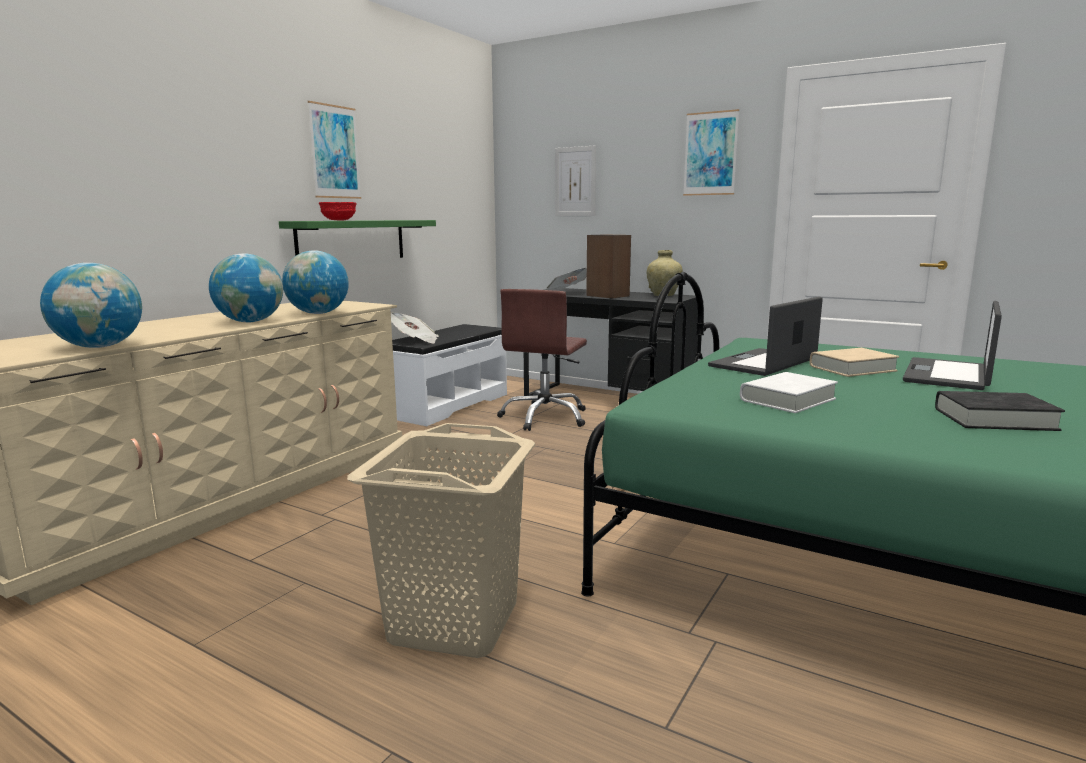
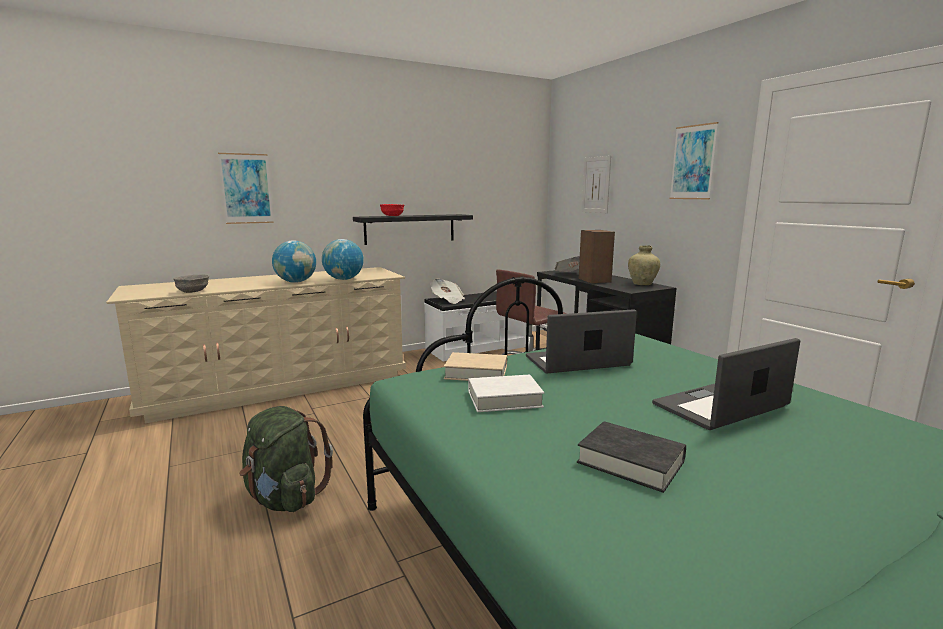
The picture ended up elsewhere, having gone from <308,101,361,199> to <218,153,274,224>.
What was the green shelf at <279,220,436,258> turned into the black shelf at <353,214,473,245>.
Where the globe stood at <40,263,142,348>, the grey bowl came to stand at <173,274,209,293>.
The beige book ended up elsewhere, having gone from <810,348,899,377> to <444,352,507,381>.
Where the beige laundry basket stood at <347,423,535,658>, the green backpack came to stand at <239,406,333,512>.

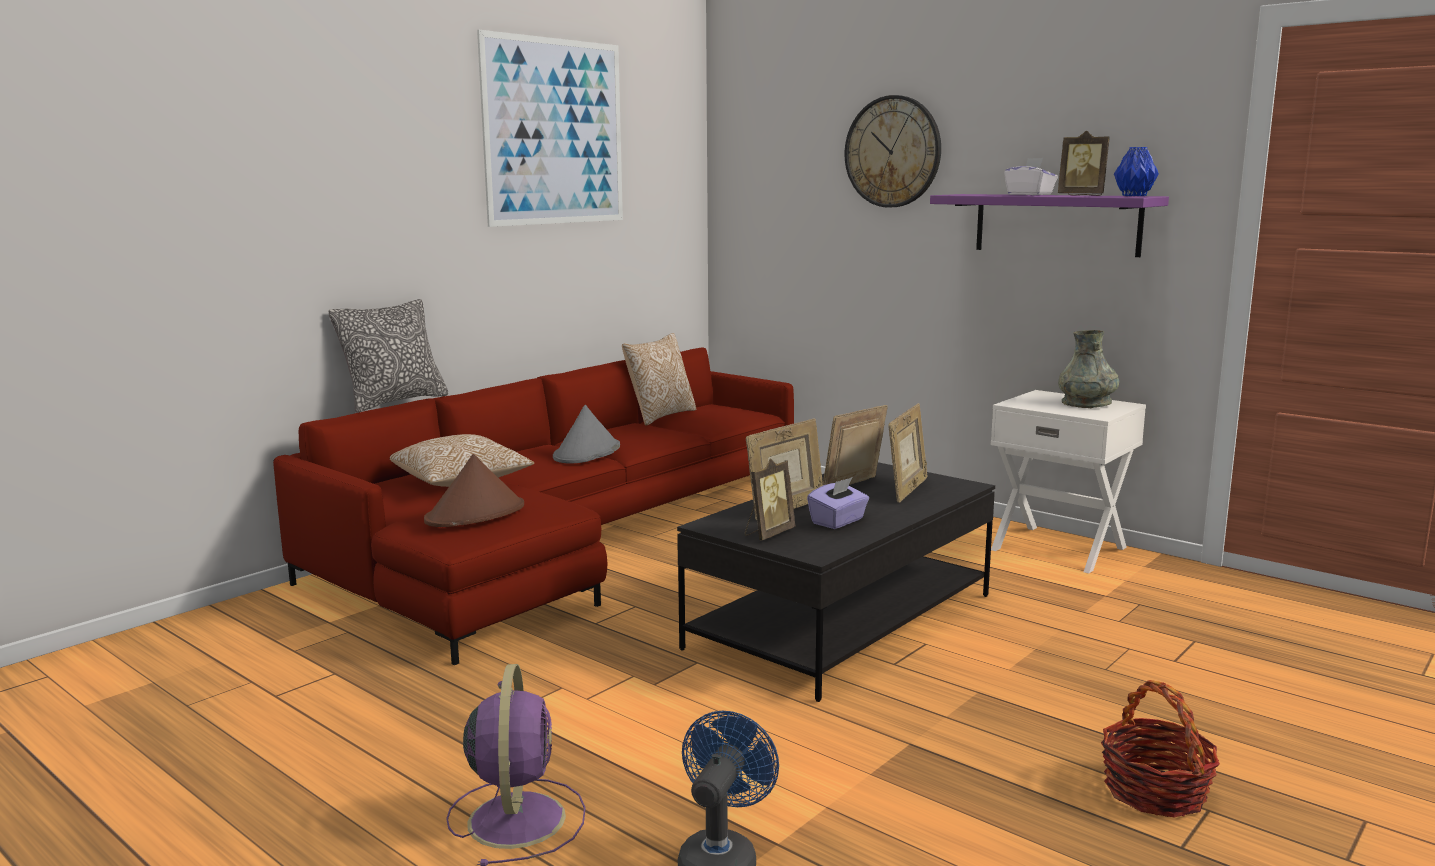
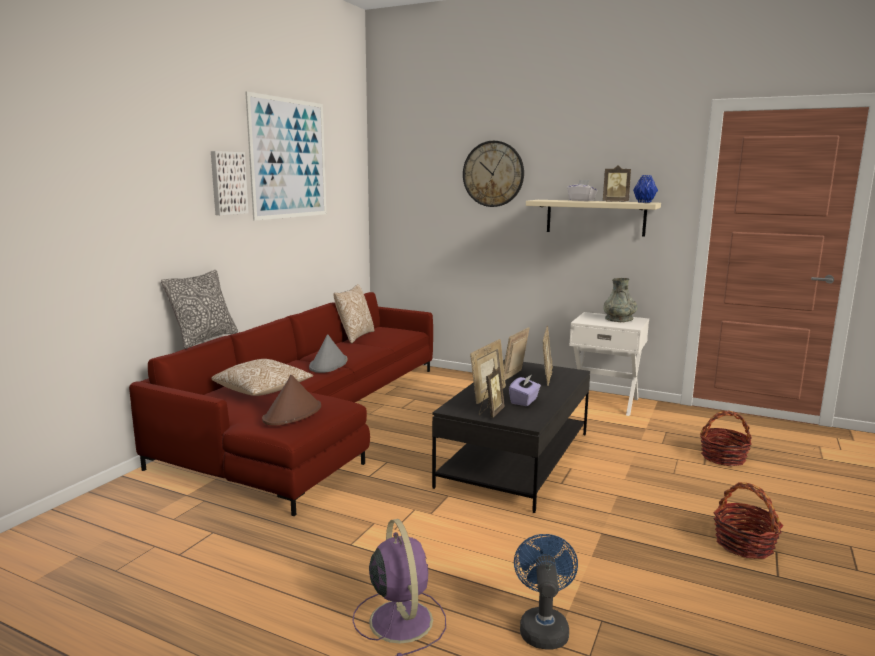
What was the purple shelf at <930,194,1169,257> turned into the beige shelf at <526,200,661,237>.
The second view gained the picture at <211,151,249,215>.
The second view gained the basket at <700,410,752,466>.

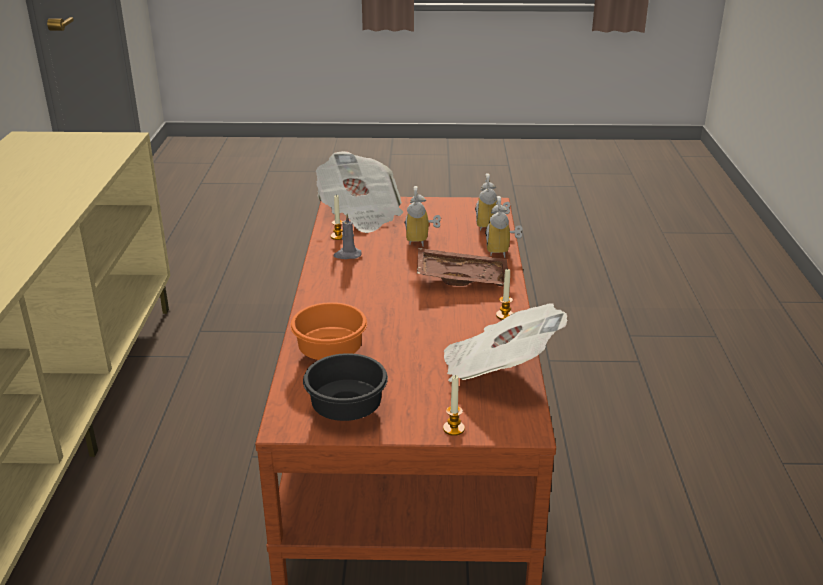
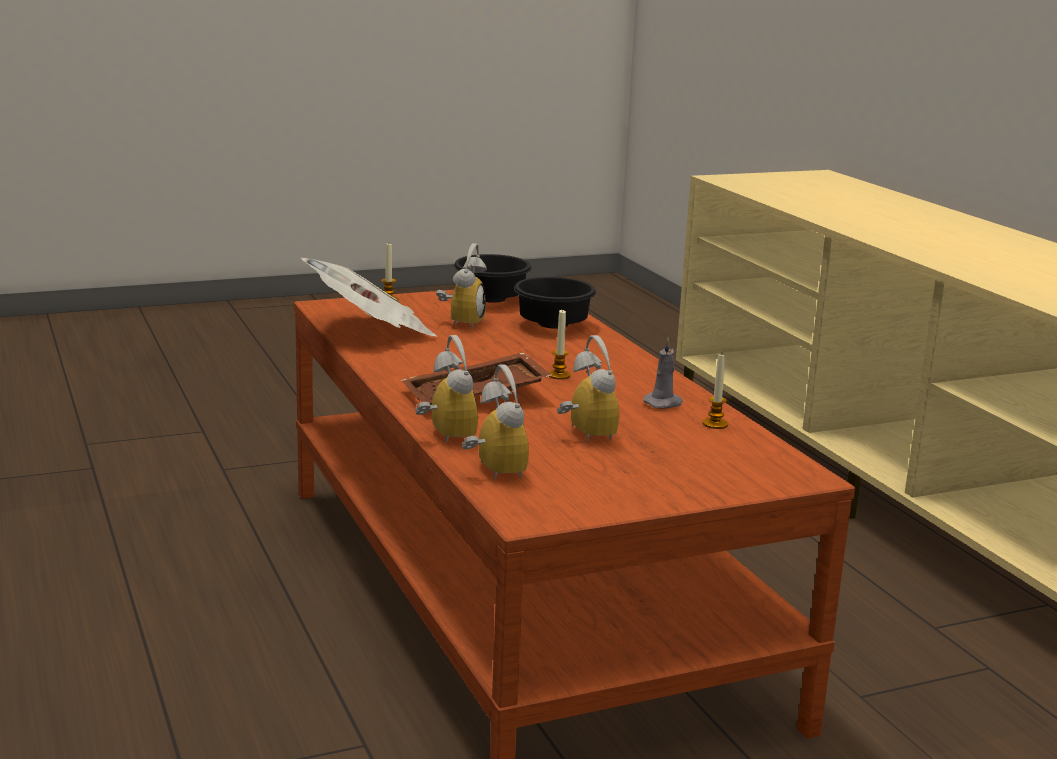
The second view lost the newspaper at <316,151,403,233>.
The candle ended up elsewhere, having gone from <496,269,513,320> to <549,309,571,379>.
What was the orange bowl at <290,302,367,360> turned into the black bowl at <514,277,596,329>.
The second view gained the alarm clock at <436,243,487,329>.

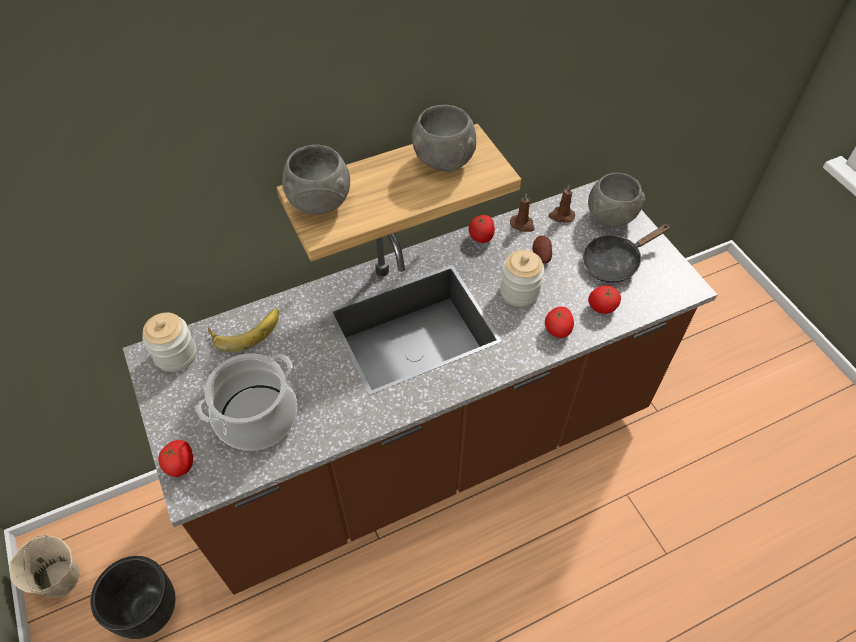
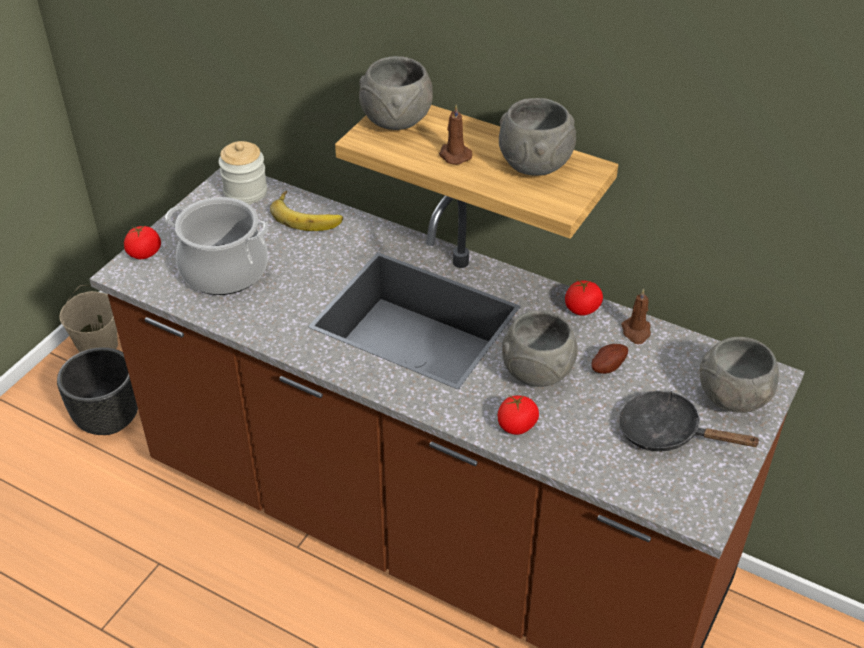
The brown candle ended up elsewhere, having gone from <549,185,575,223> to <439,105,472,165>.
Where the jar stood at <500,250,544,307>, the grey bowl came to stand at <502,310,578,387>.
The second view lost the tomato at <588,285,621,314>.

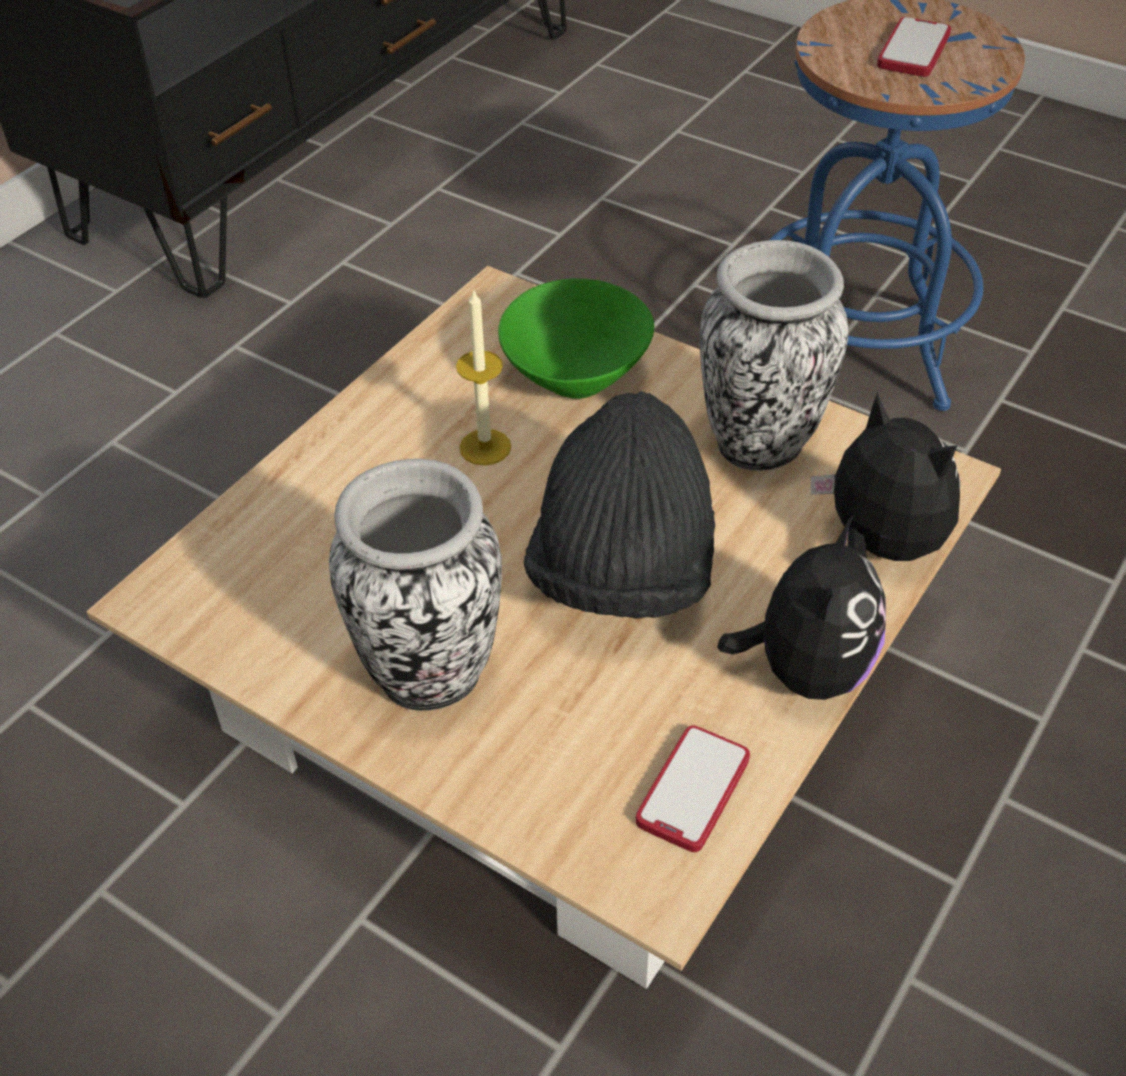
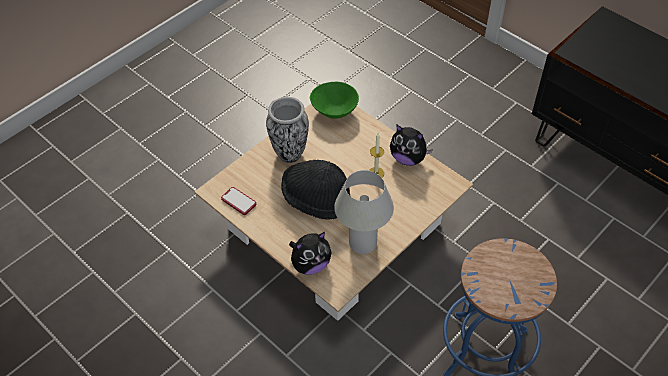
The second view lost the phone at <877,17,951,77>.
Where the vase stood at <700,240,848,471>, the white table lamp came to stand at <334,170,394,254>.
The green bowl ended up elsewhere, having gone from <498,279,654,399> to <310,82,359,119>.
The plush toy ended up elsewhere, having gone from <717,514,886,700> to <390,124,433,166>.

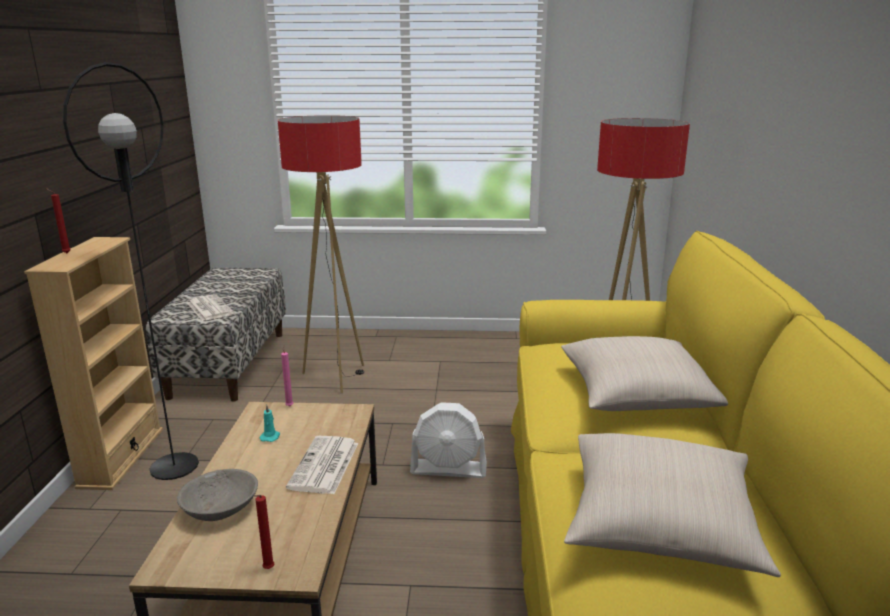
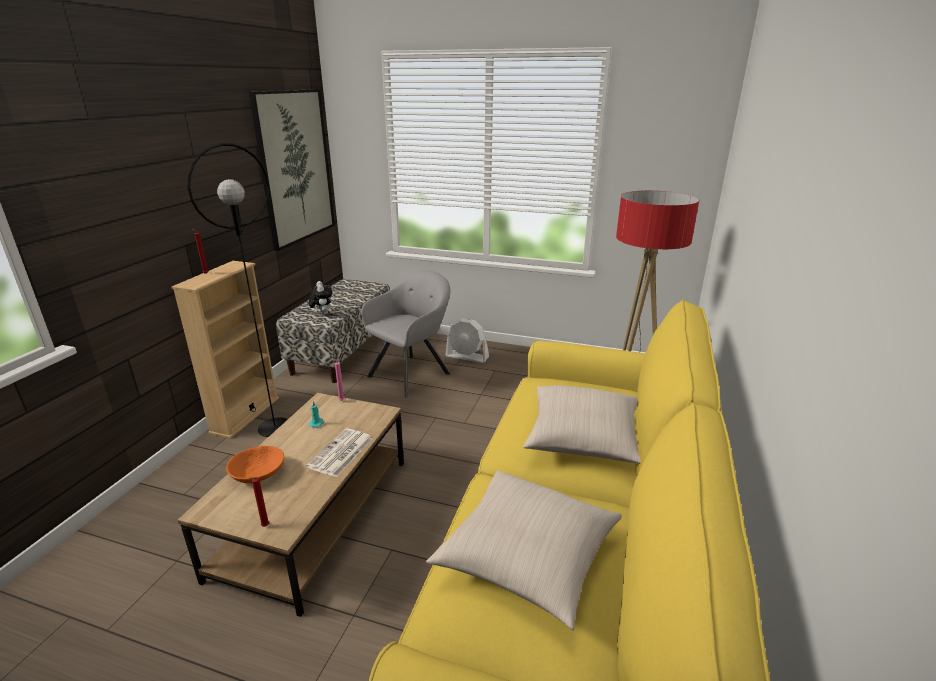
Where the floor lamp stood at <278,115,364,393>, the grey armchair came to stand at <361,270,451,397>.
Where the newspaper stood at <187,294,234,321>, the plush toy came to stand at <309,281,332,315>.
The white fan ended up elsewhere, having gone from <410,402,487,478> to <446,318,489,363>.
What was the grey bowl at <177,469,258,521> turned into the orange bowl at <226,446,284,483>.
The second view gained the picture at <249,89,335,251>.

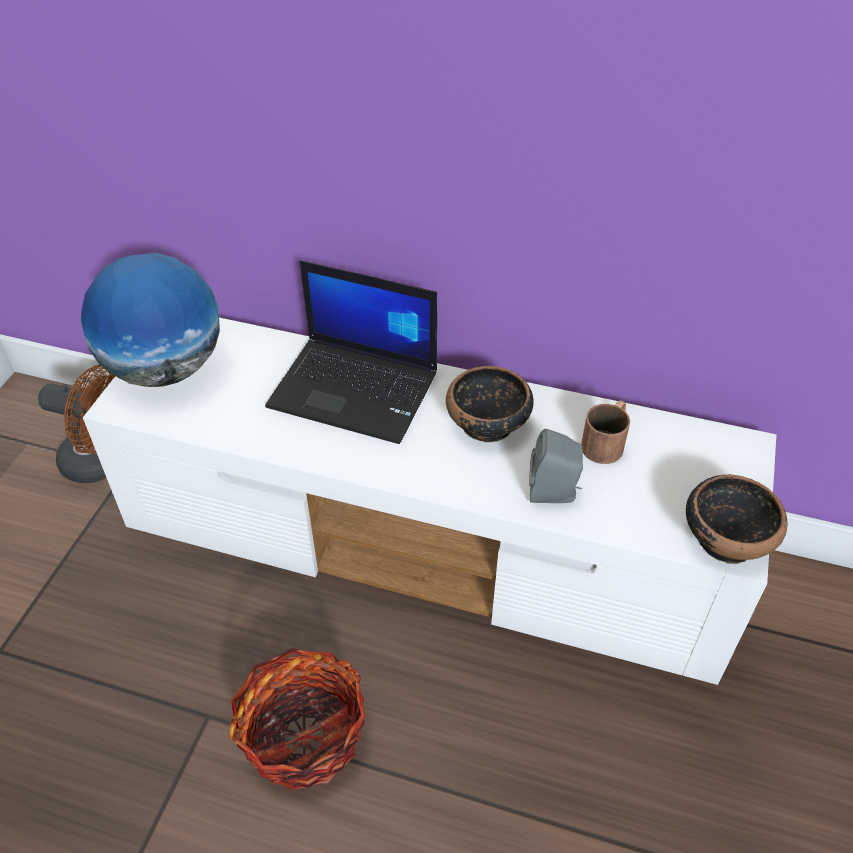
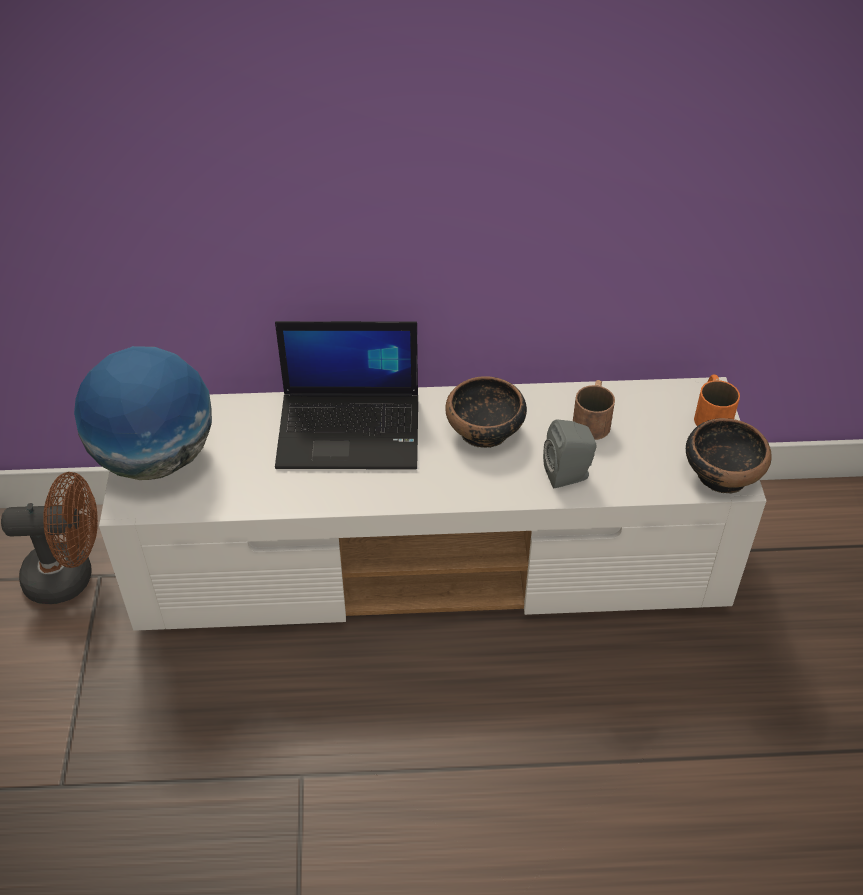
The second view lost the basket at <229,648,365,791>.
The second view gained the orange mug at <694,374,740,426>.

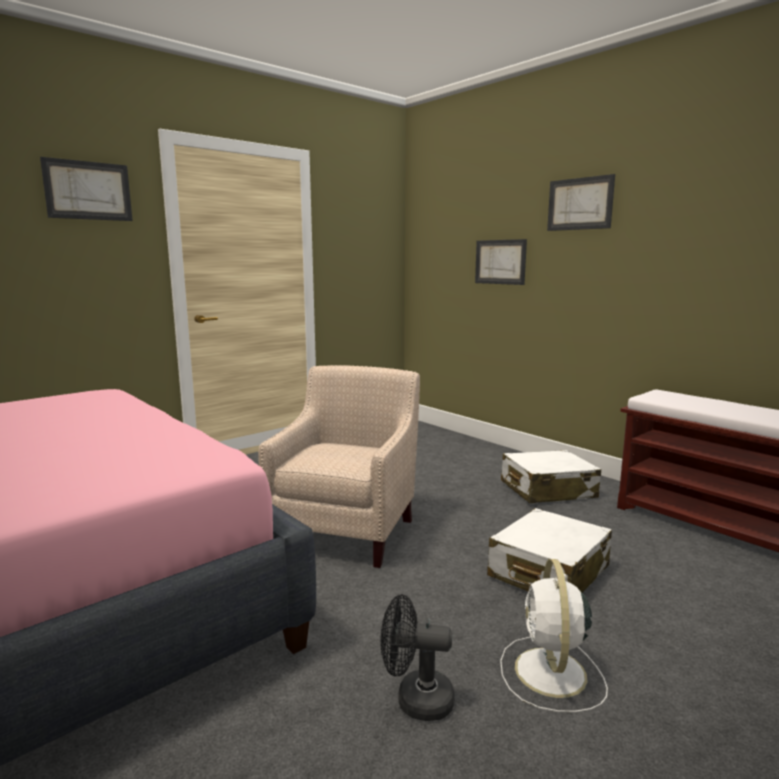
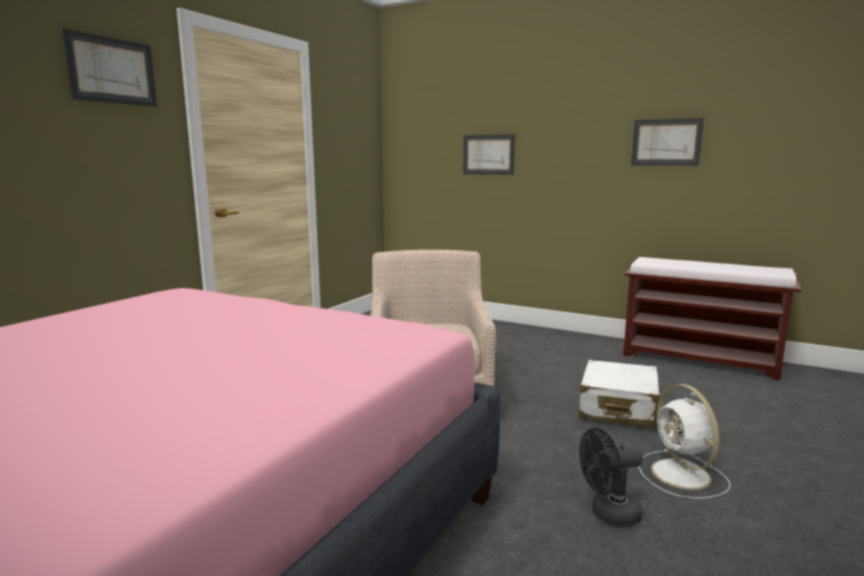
The picture ended up elsewhere, having gone from <547,174,615,231> to <631,118,704,166>.
The second view lost the white suitcase at <501,450,601,503>.

